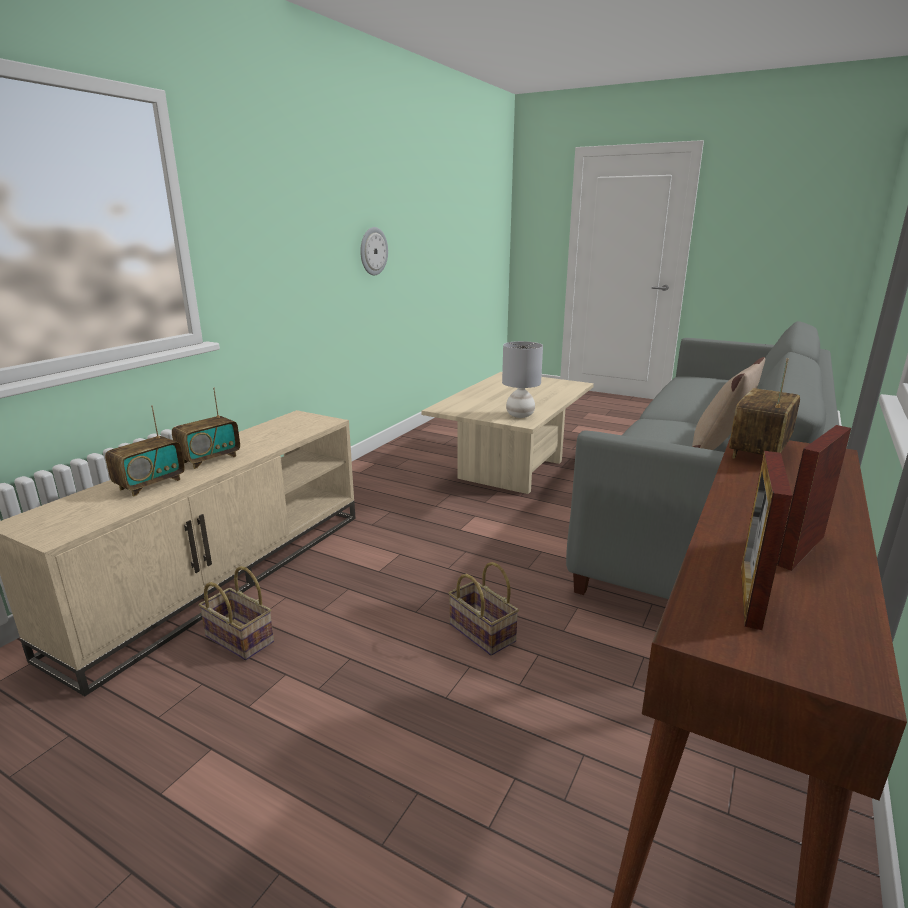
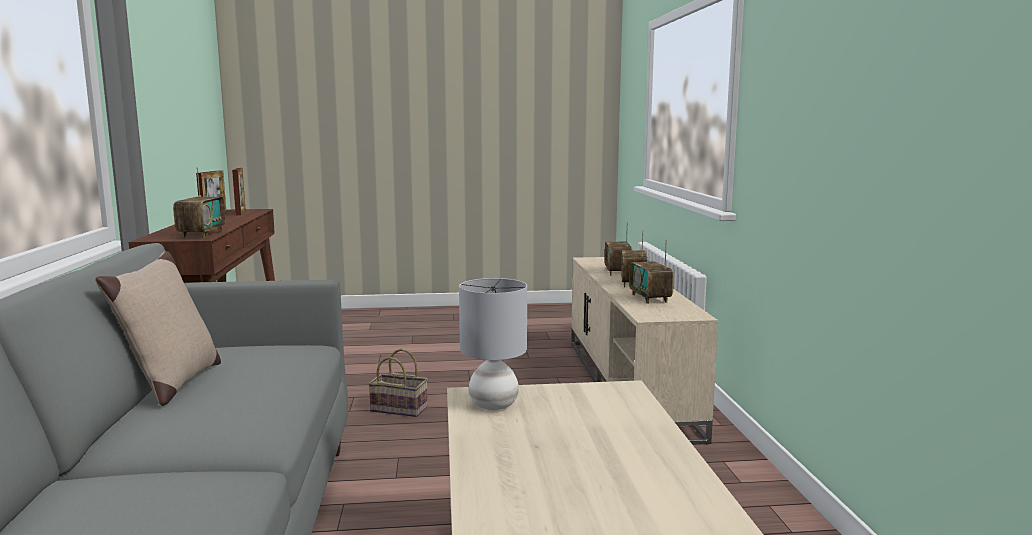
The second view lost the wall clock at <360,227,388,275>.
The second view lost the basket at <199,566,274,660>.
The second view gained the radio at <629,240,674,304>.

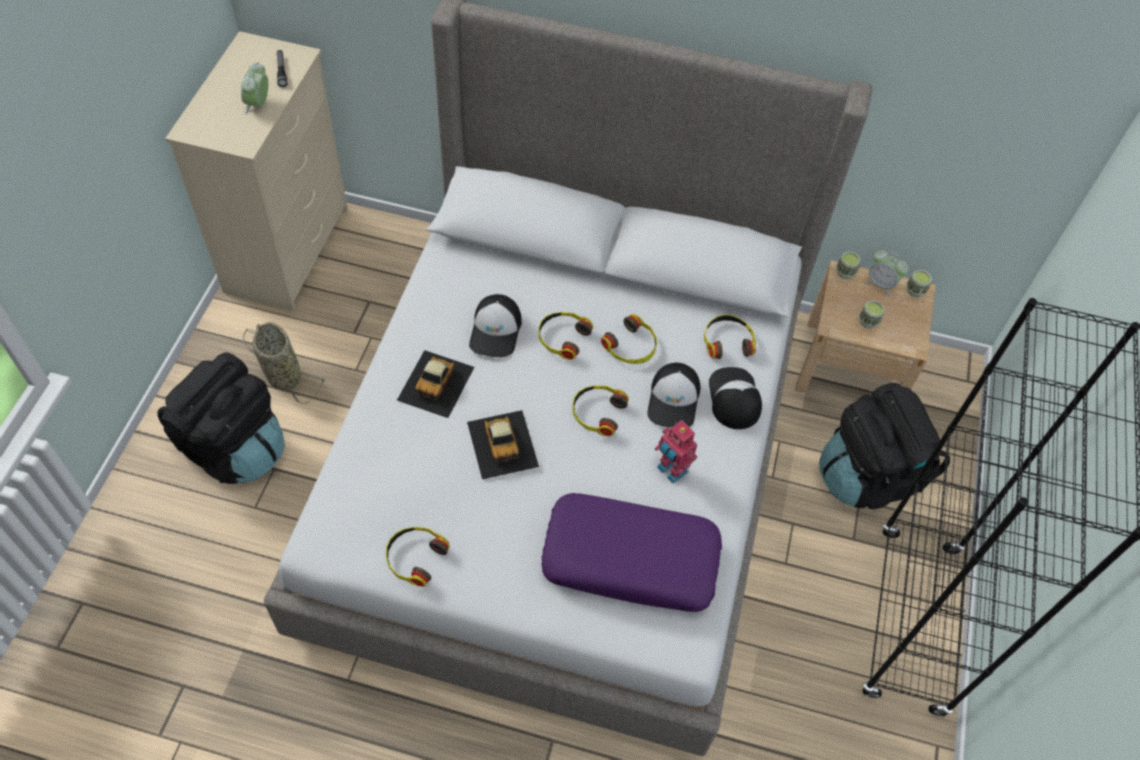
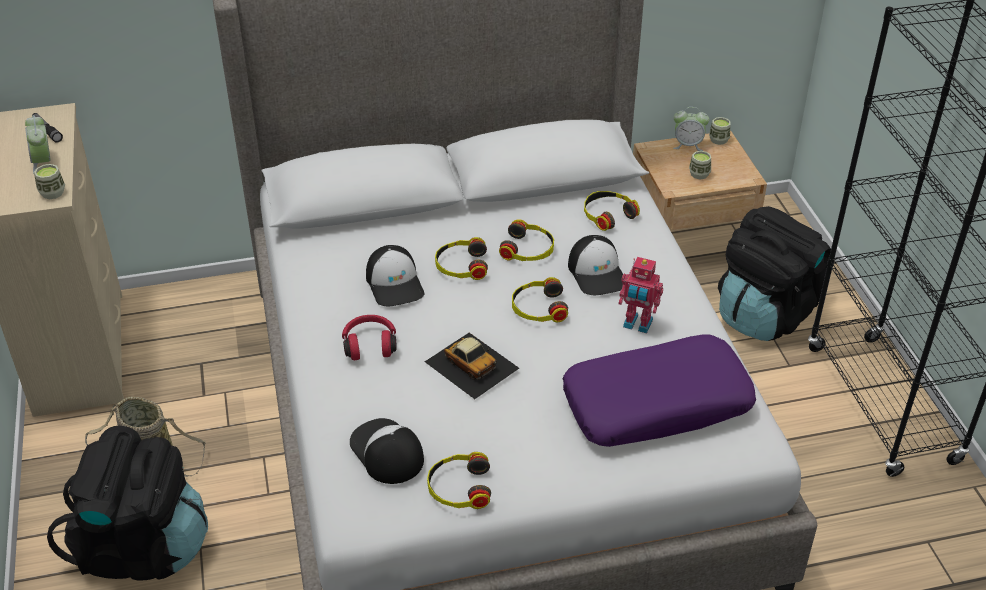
The cup ended up elsewhere, having gone from <836,251,860,279> to <34,164,65,199>.
Where the toy car stood at <397,350,474,418>, the red headphones came to stand at <342,315,396,360>.
The cap ended up elsewhere, having gone from <709,367,762,429> to <350,418,424,484>.

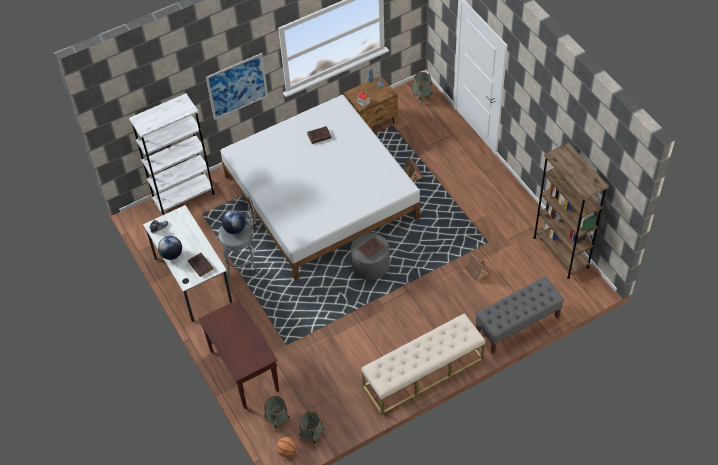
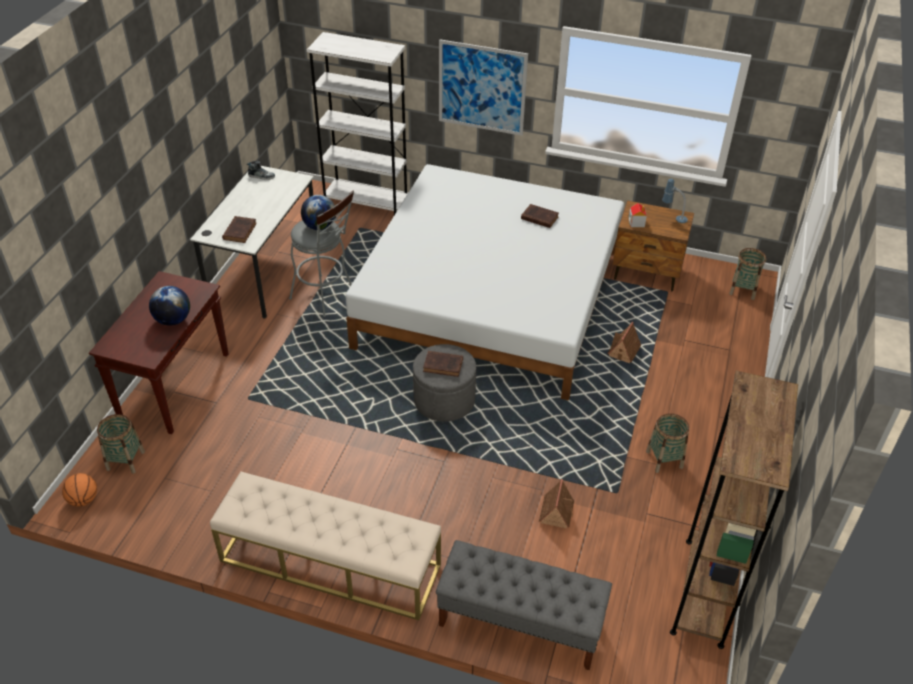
The globe ended up elsewhere, having gone from <158,236,182,260> to <149,286,190,326>.
The basket ended up elsewhere, having gone from <300,412,325,447> to <646,413,689,473>.

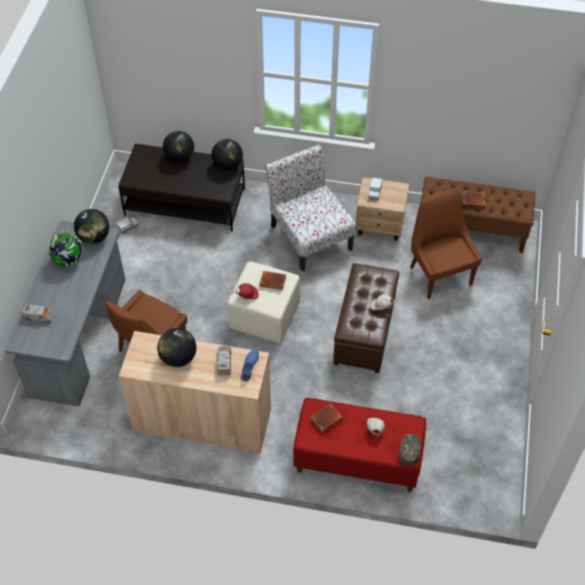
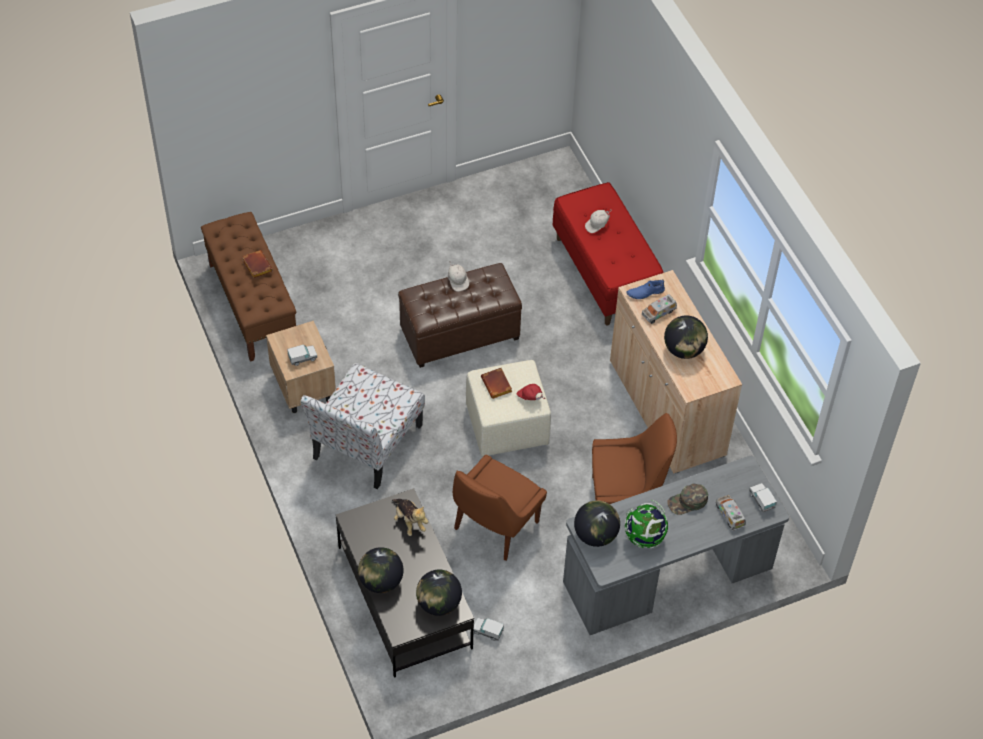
The globe ended up elsewhere, having gone from <211,139,243,171> to <416,569,462,616>.
The brown chair ended up elsewhere, having gone from <410,191,482,299> to <453,455,547,561>.
The second view lost the brown book at <311,403,343,433>.
The green cap ended up elsewhere, having gone from <398,434,421,466> to <667,483,708,515>.
The second view gained the toy truck at <749,483,777,512>.
The second view gained the plush toy at <392,499,428,536>.

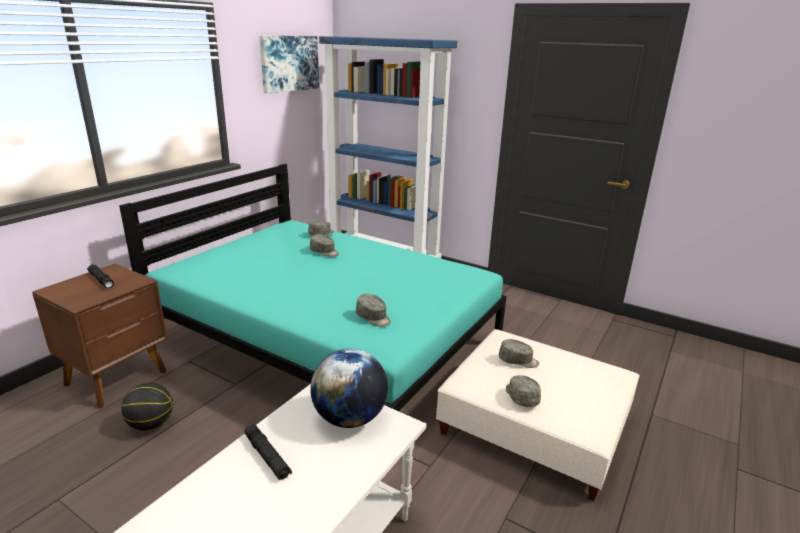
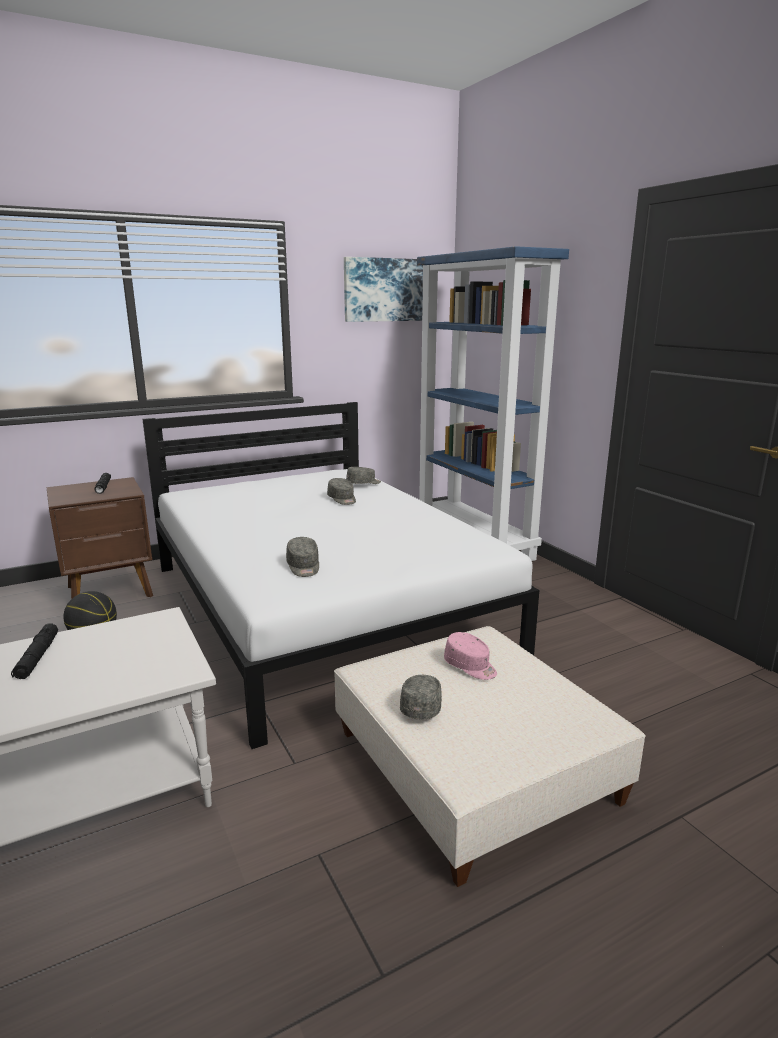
What was the turquoise bed at <119,164,507,412> turned into the white bed at <143,402,539,749>.
What was the grey cap at <499,339,539,368> turned into the pink cap at <444,632,497,680>.
The second view lost the globe at <310,348,388,428>.

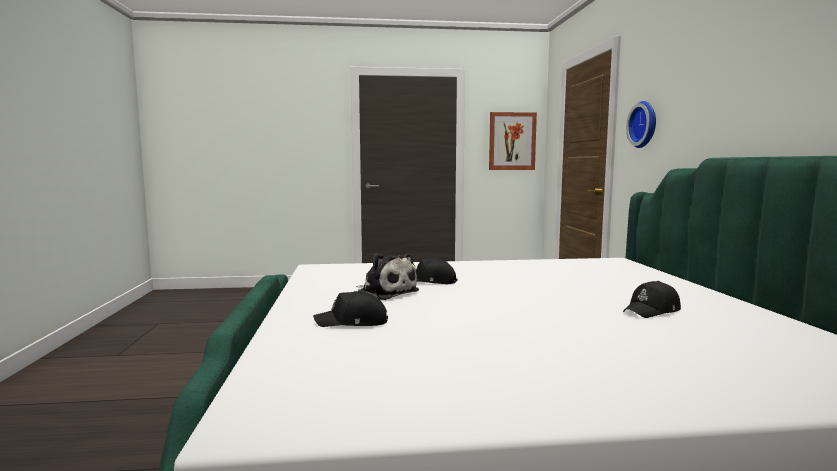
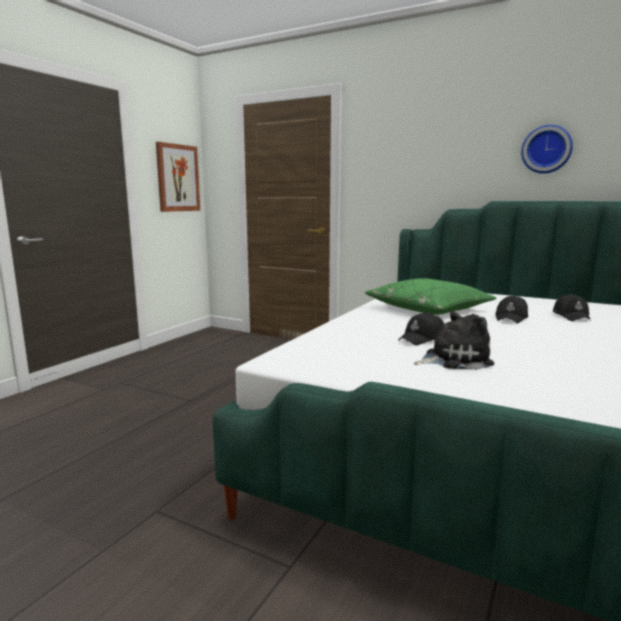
The wall clock ended up elsewhere, having gone from <626,101,656,148> to <521,125,573,173>.
The black cap ended up elsewhere, having gone from <313,291,388,327> to <495,295,528,323>.
The second view gained the green pillow at <365,278,496,315>.

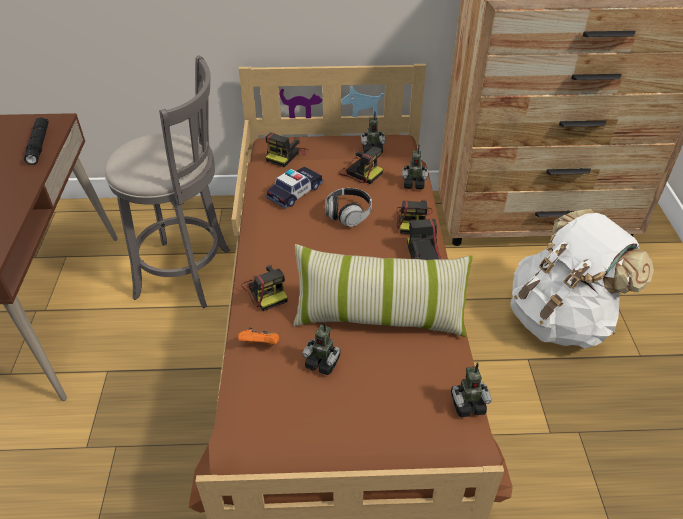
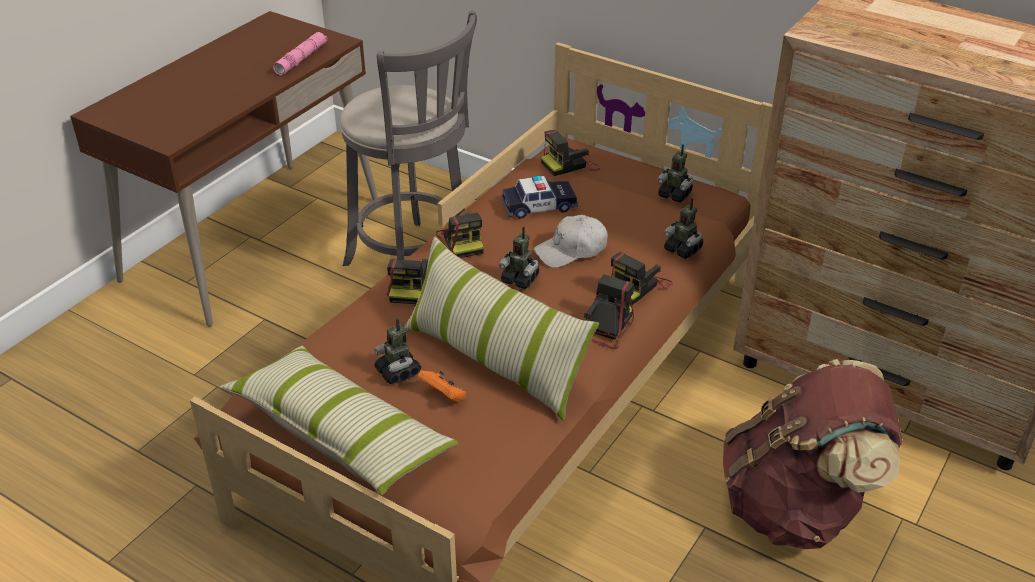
What was the black flashlight at <24,117,49,165> turned into the pink flashlight at <273,32,327,75>.
The photo camera ended up elsewhere, having gone from <338,147,383,184> to <436,212,484,258>.
Where the headphones stood at <325,188,372,227>, the white cap came to stand at <534,215,608,268>.
What was the white backpack at <510,209,654,349> turned into the brown backpack at <723,359,902,549>.
The orange game controller ended up elsewhere, having gone from <237,327,279,345> to <417,371,466,402>.
The toy robot ended up elsewhere, having gone from <451,362,492,417> to <499,226,540,289>.
The second view gained the pillow at <220,346,459,495>.

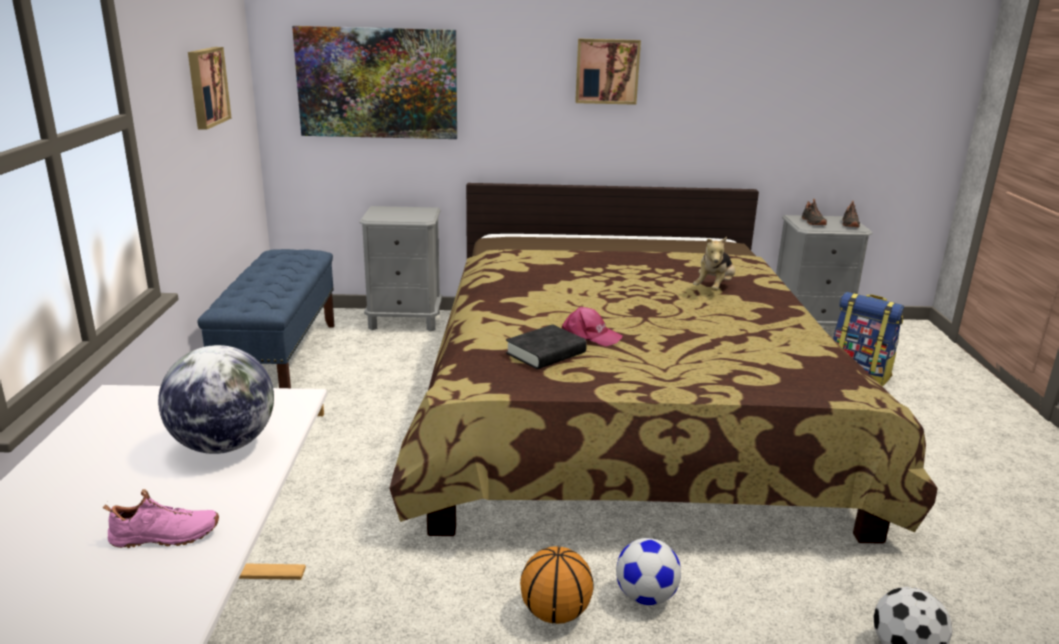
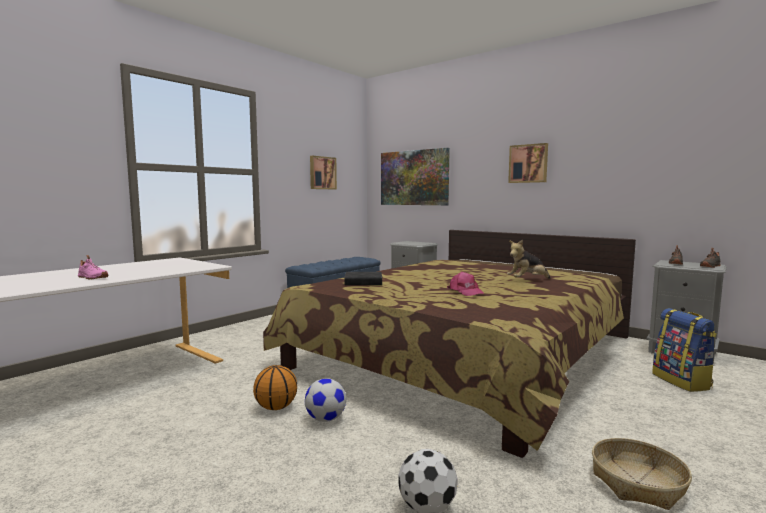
The pink cap ended up elsewhere, having gone from <562,307,623,346> to <447,272,485,296>.
The second view lost the globe at <158,345,274,454>.
The second view gained the basket at <592,438,692,510>.

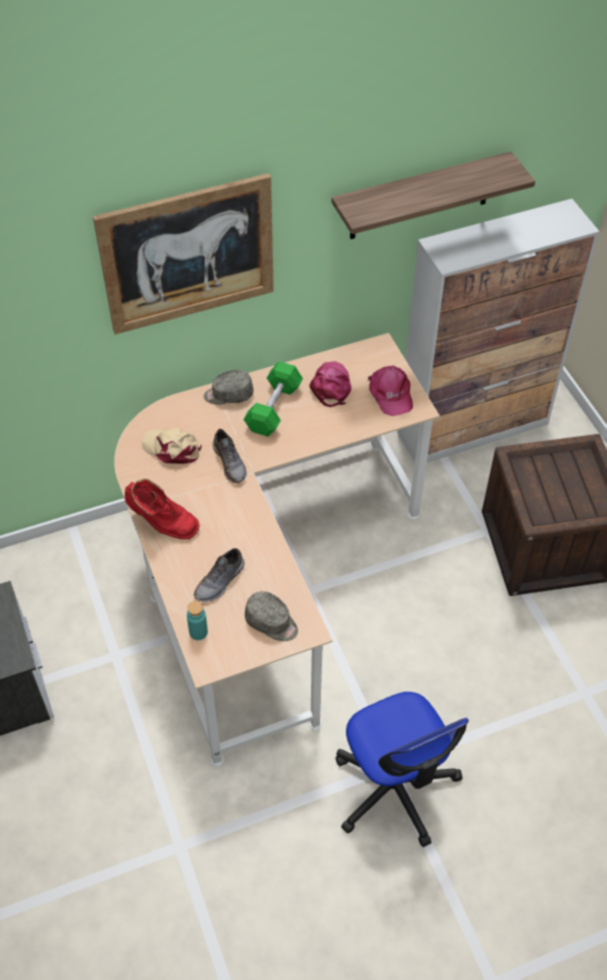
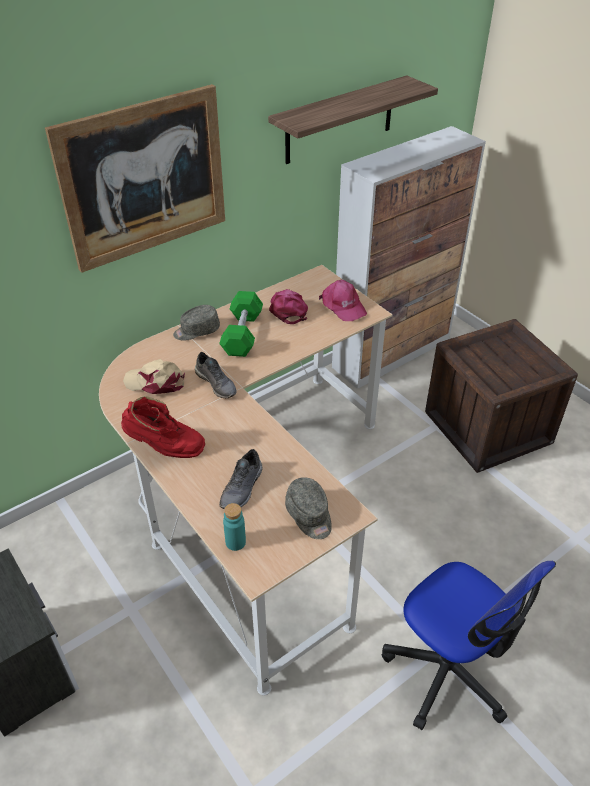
The grey cap at <245,591,298,641> ended up facing another way, 45 degrees clockwise from before.

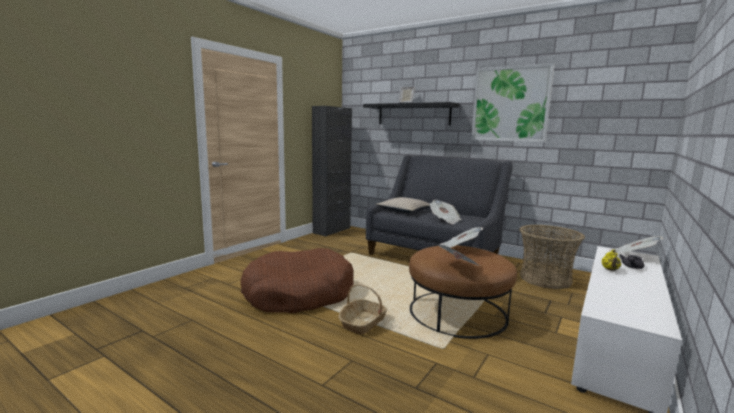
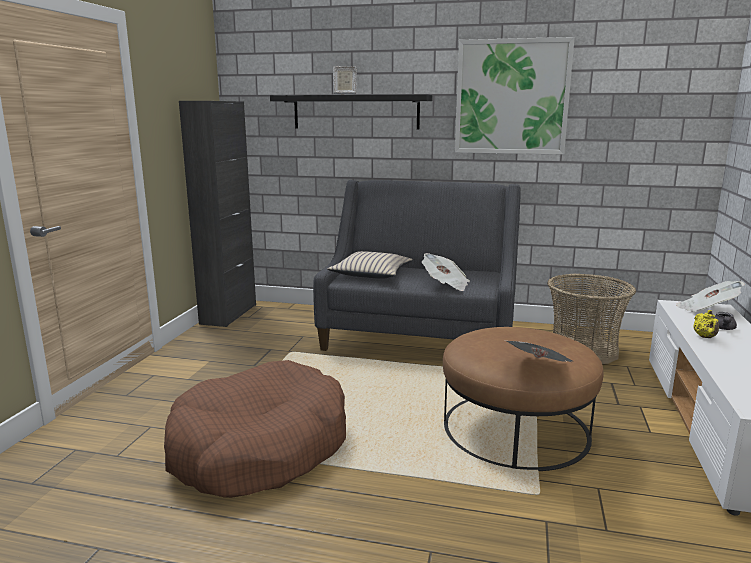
The second view lost the newspaper at <439,227,483,250>.
The second view lost the basket at <338,284,387,334>.

